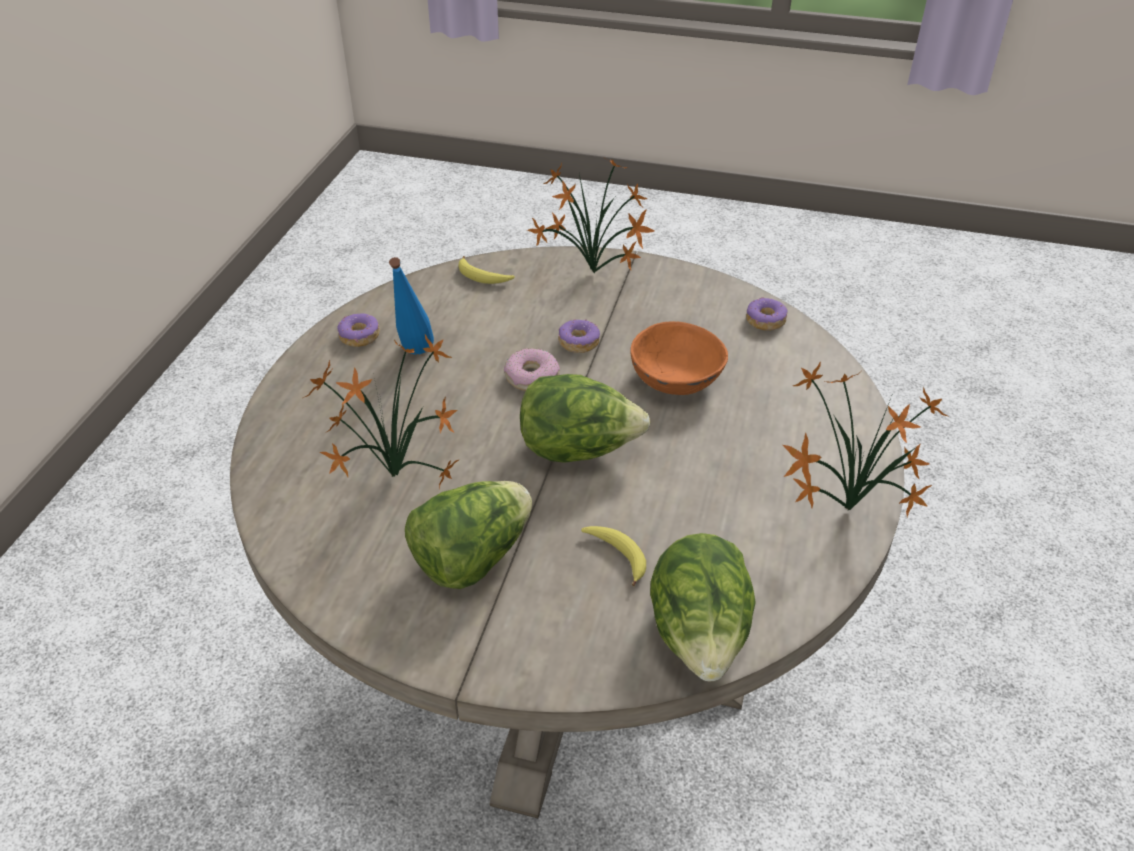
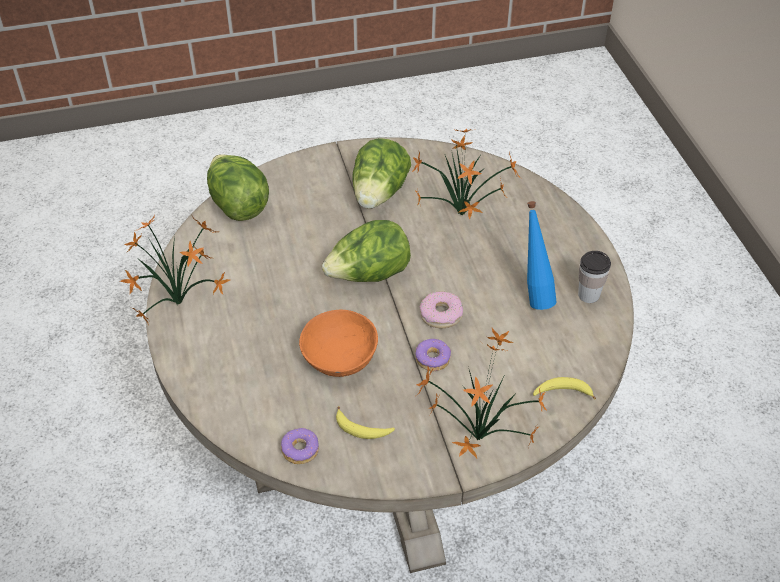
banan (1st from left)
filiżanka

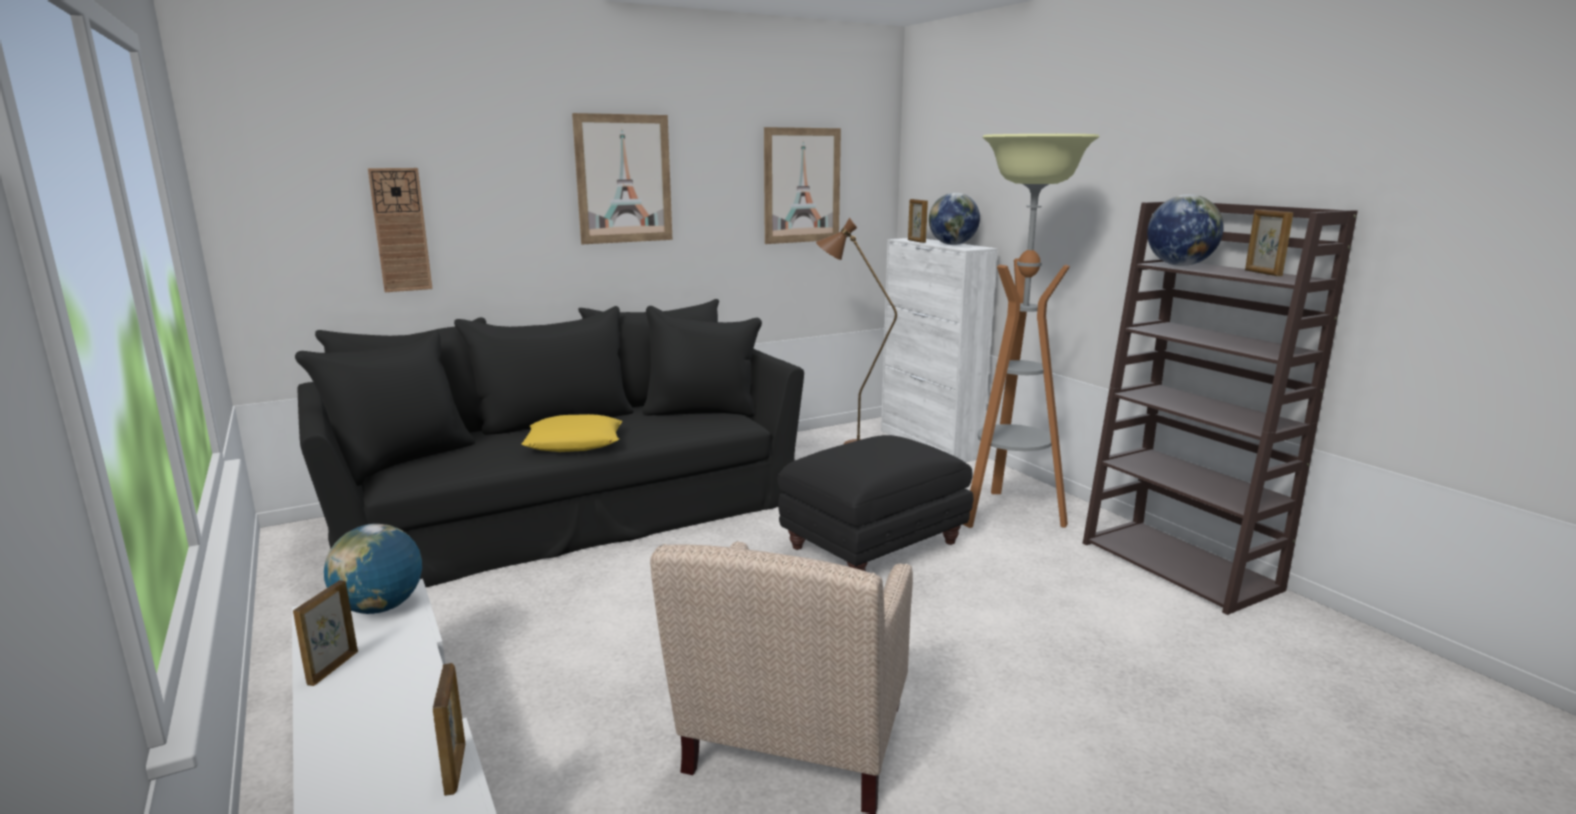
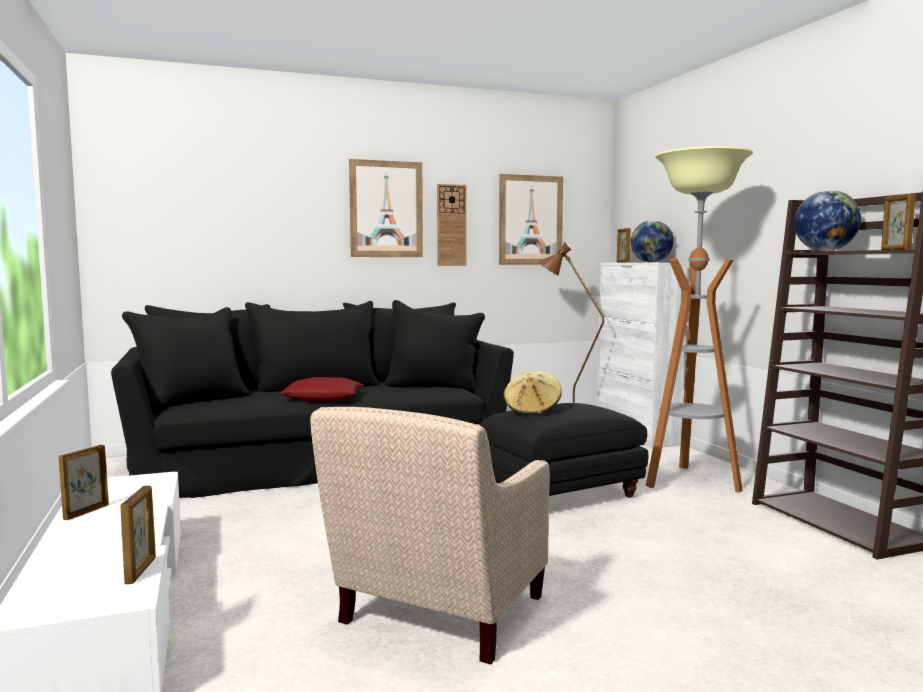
globus (1st from left in the first image)
kapelusz (beżowy)
zegar ścienny
poduszka (czerwony)

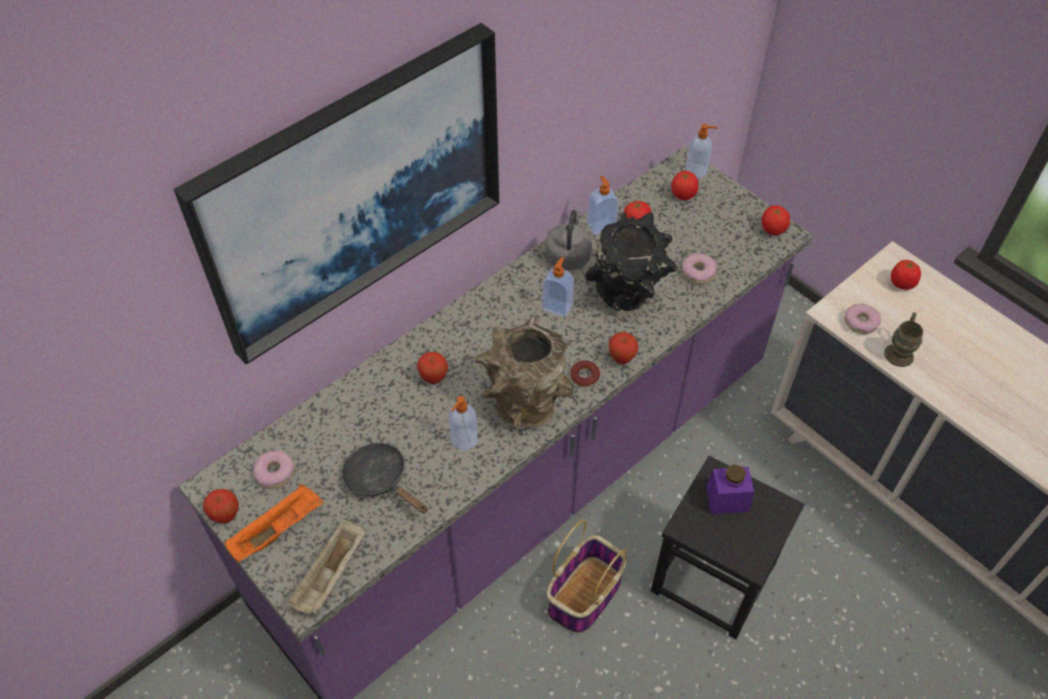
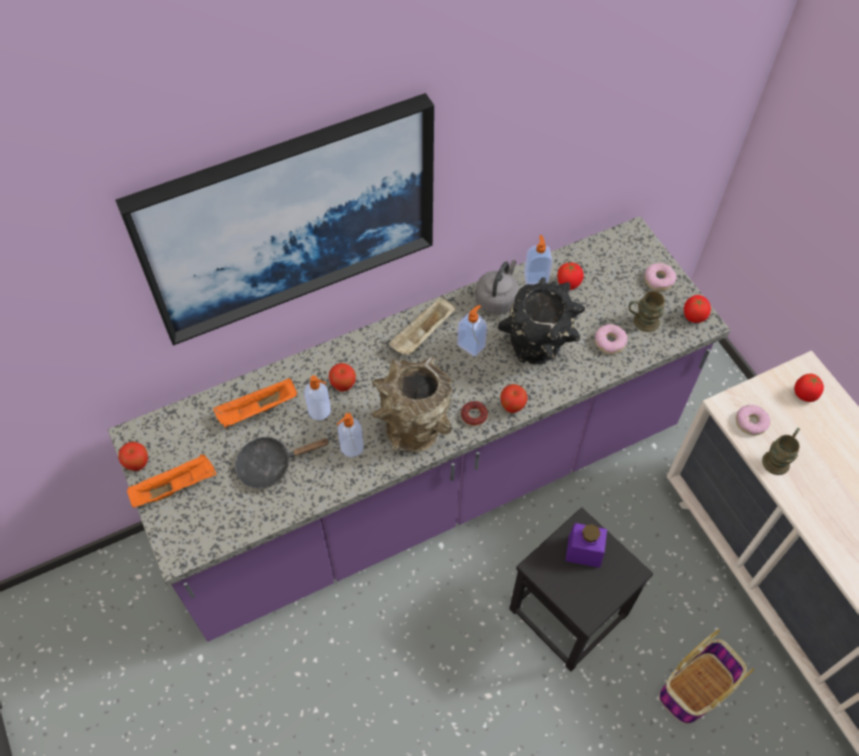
pomidor (2nd from left in the first image)
taca (pomarańczowy) (2nd from left)
kubek (brązowy) (1st from left)
donut (3rd from left)
taca (beżowy)
koszyk
dozownik mydła (1st from left)
patelnia (czarny)

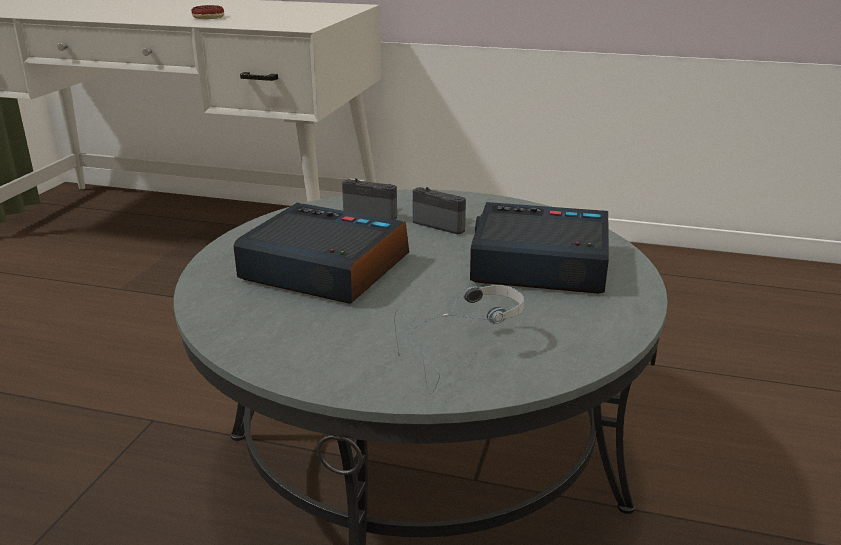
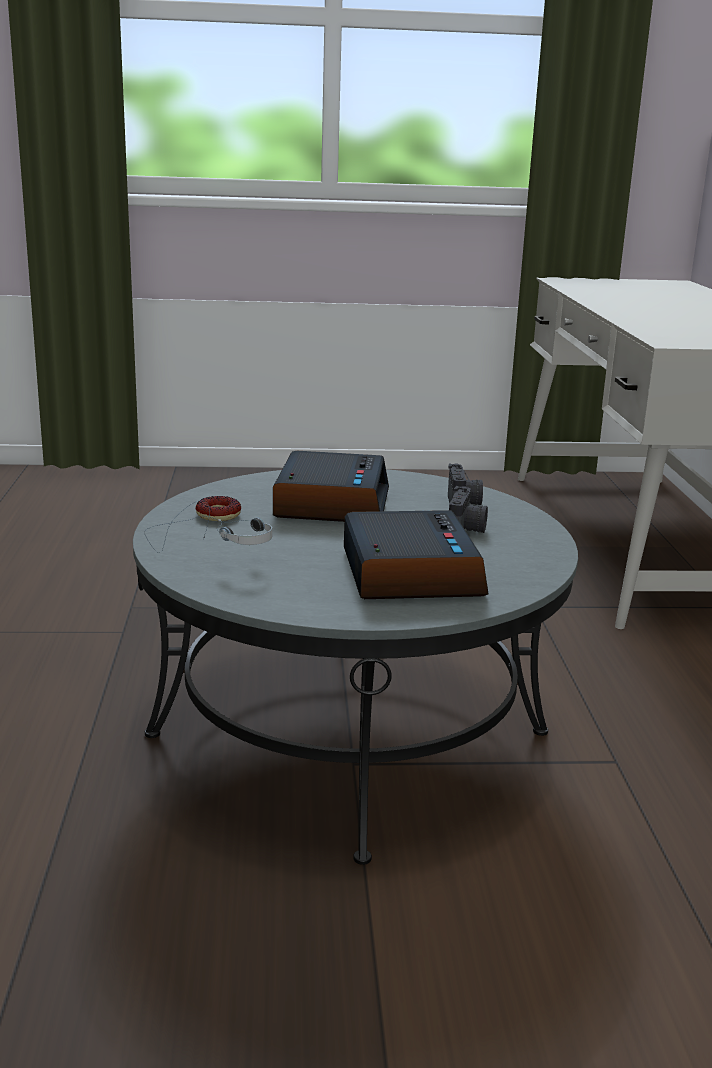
donut

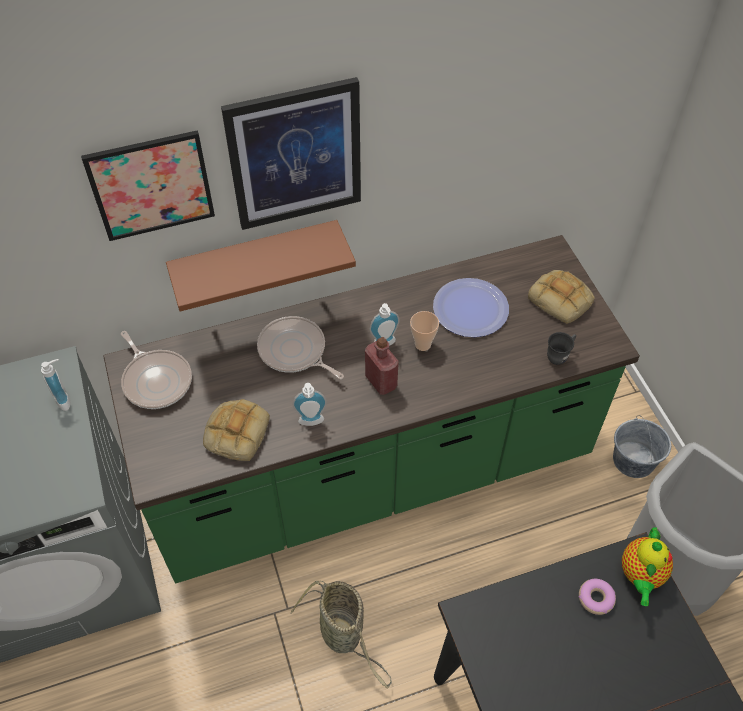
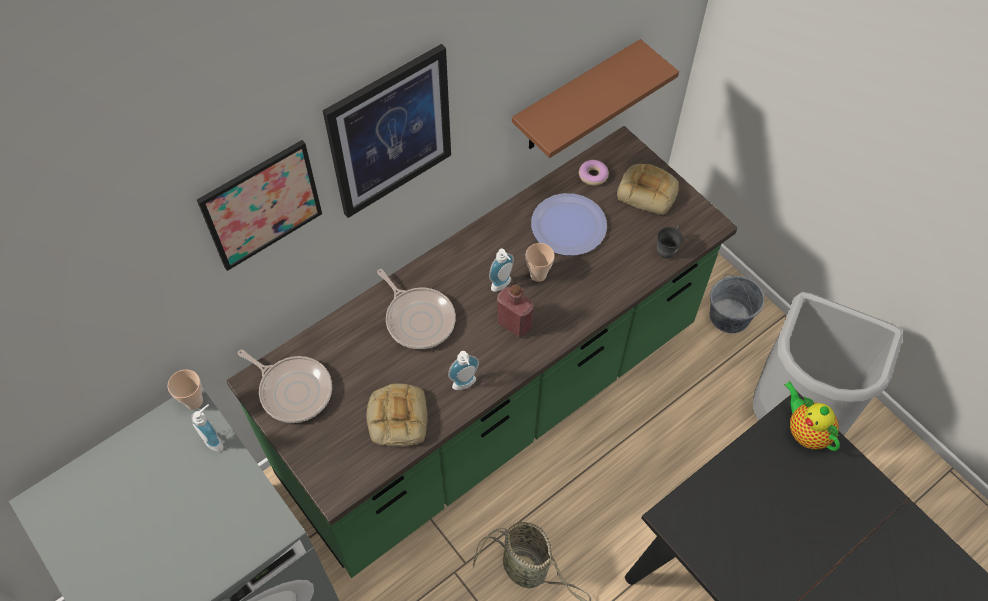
filiżanka (1st from left)
półka (brązowy)
donut
patelnia (2nd from left)
imbryk

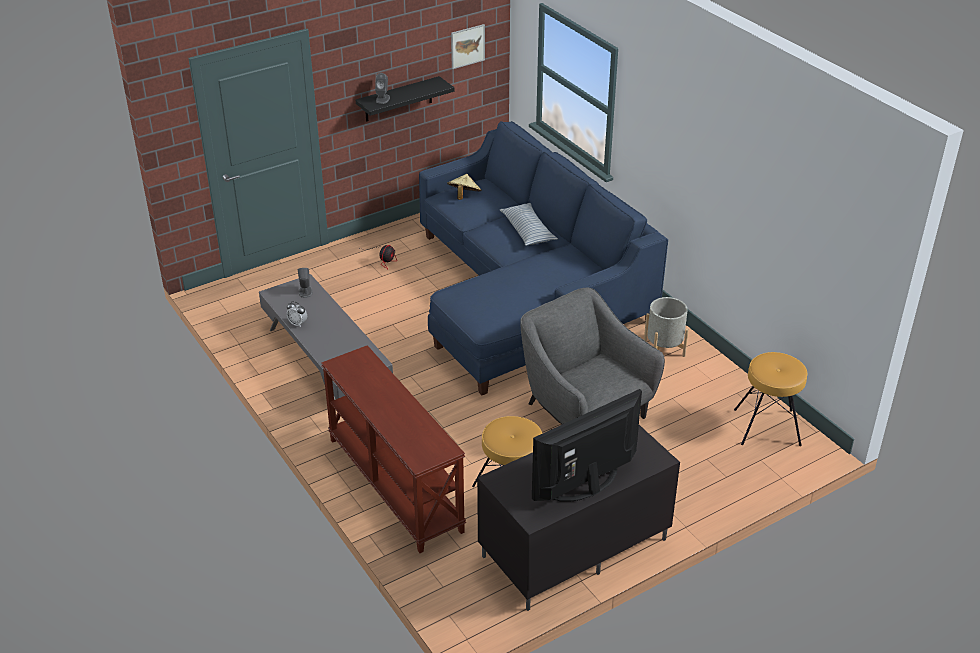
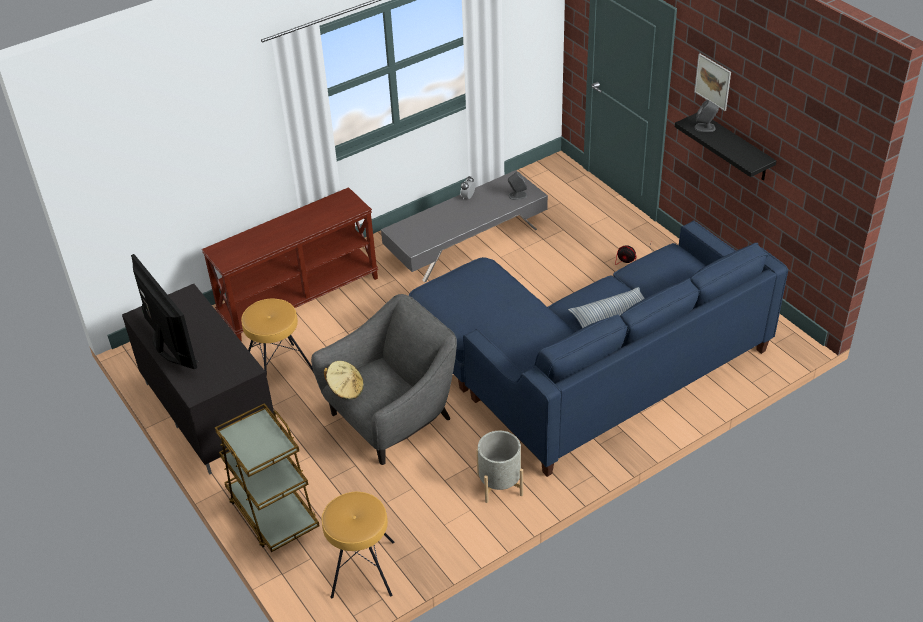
wózek (brązowy)
kapelusz (beżowy)
obraz

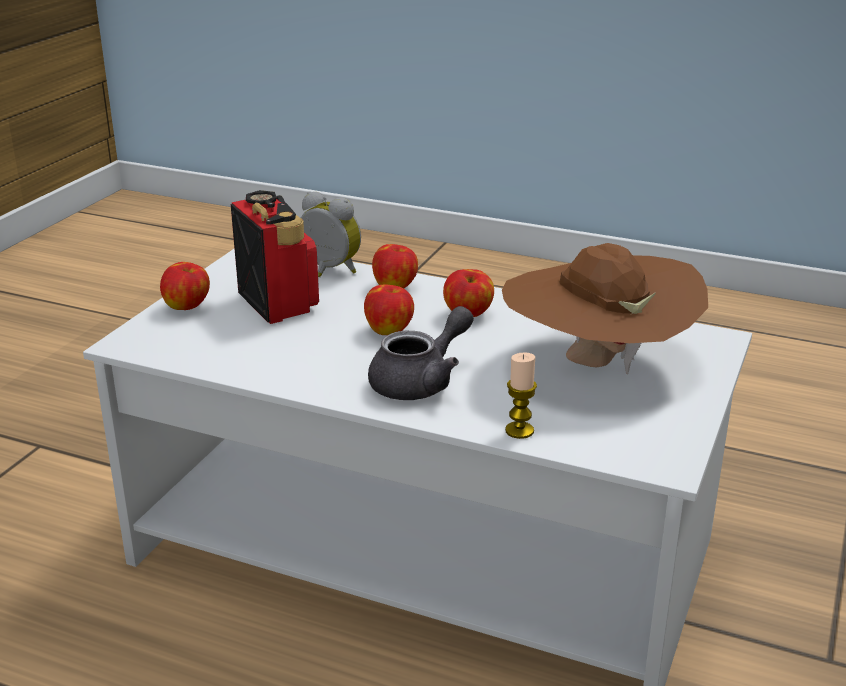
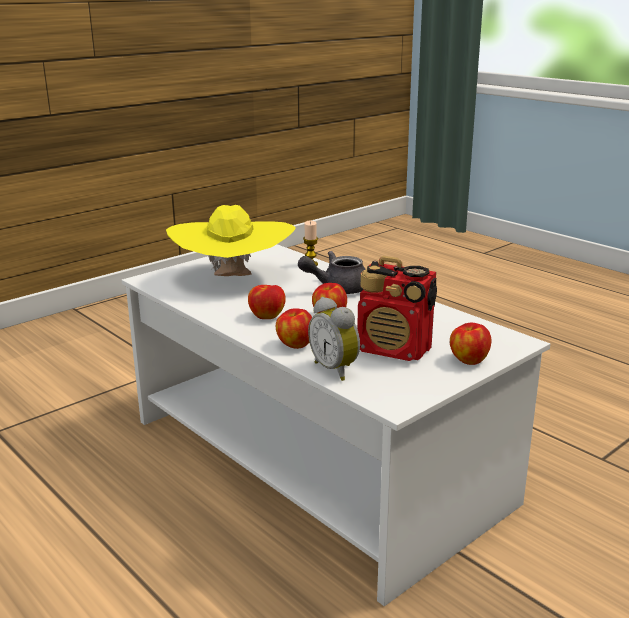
kapelusz (żółty)
radio

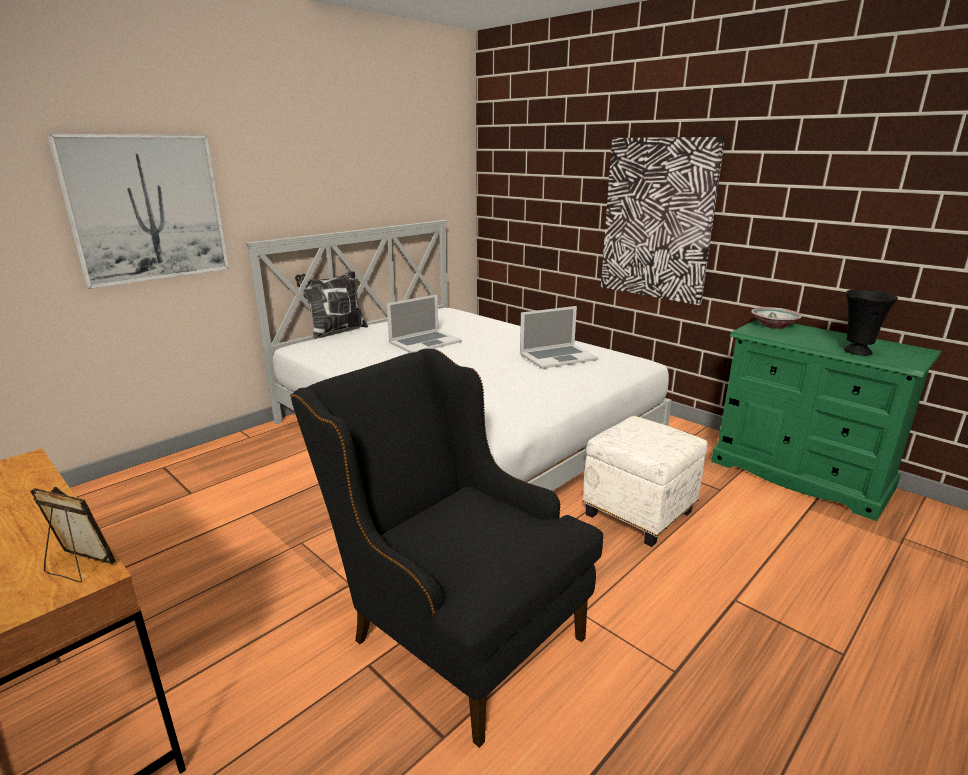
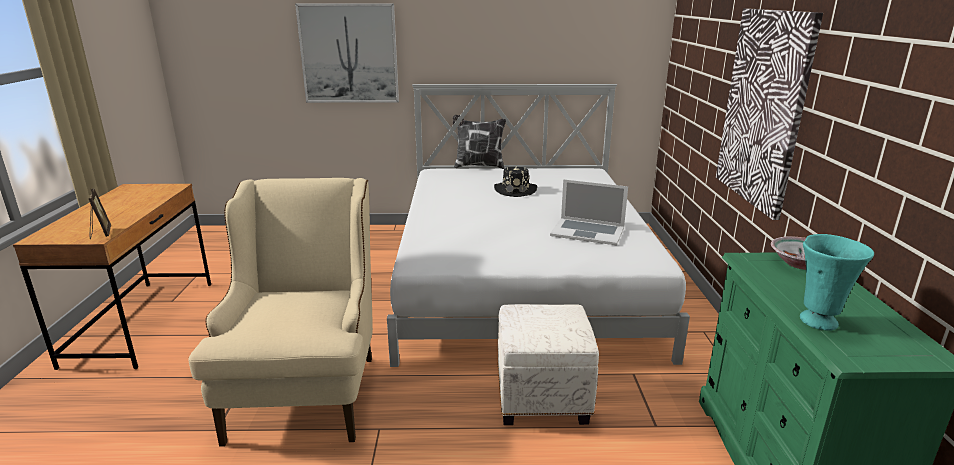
kapelusz (czarny)
fotel (beżowy)
wazon (turkusowy)

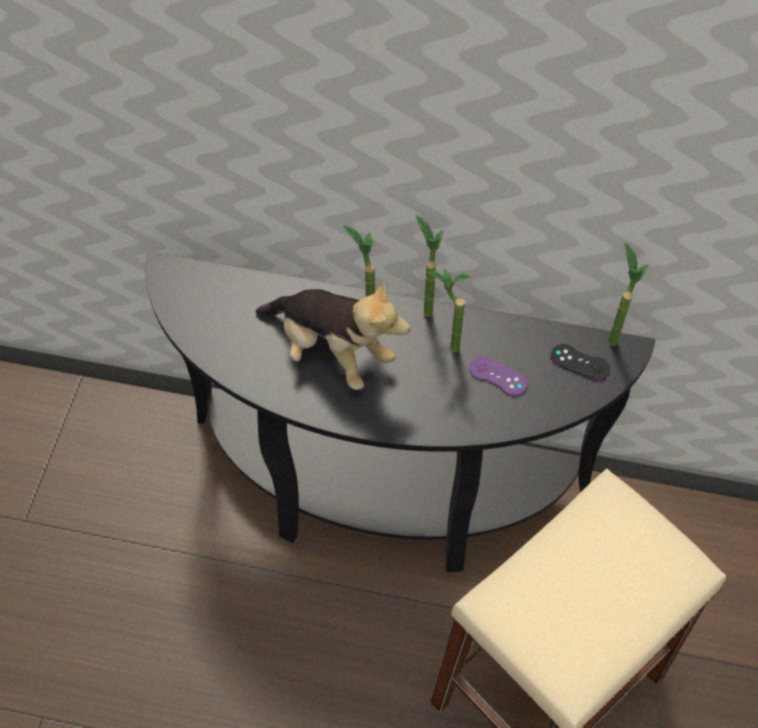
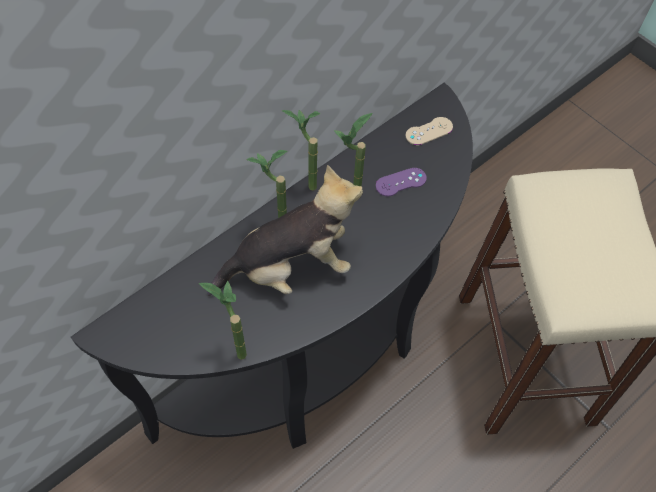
roślina doniczkowa (1st from left)
pad do gier (beżowy)

